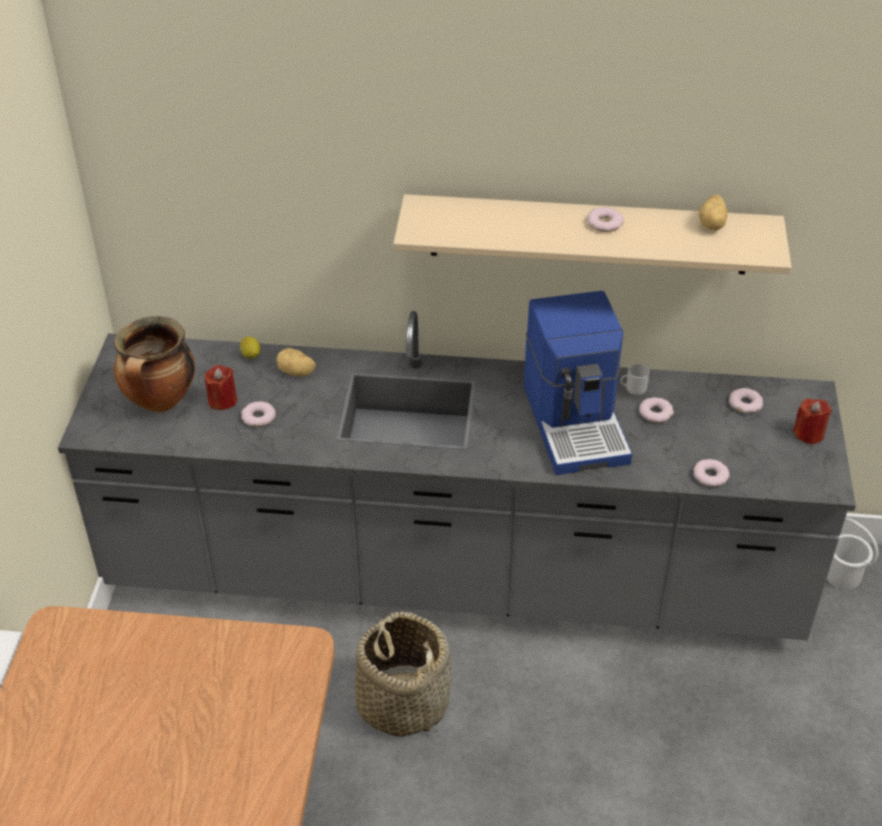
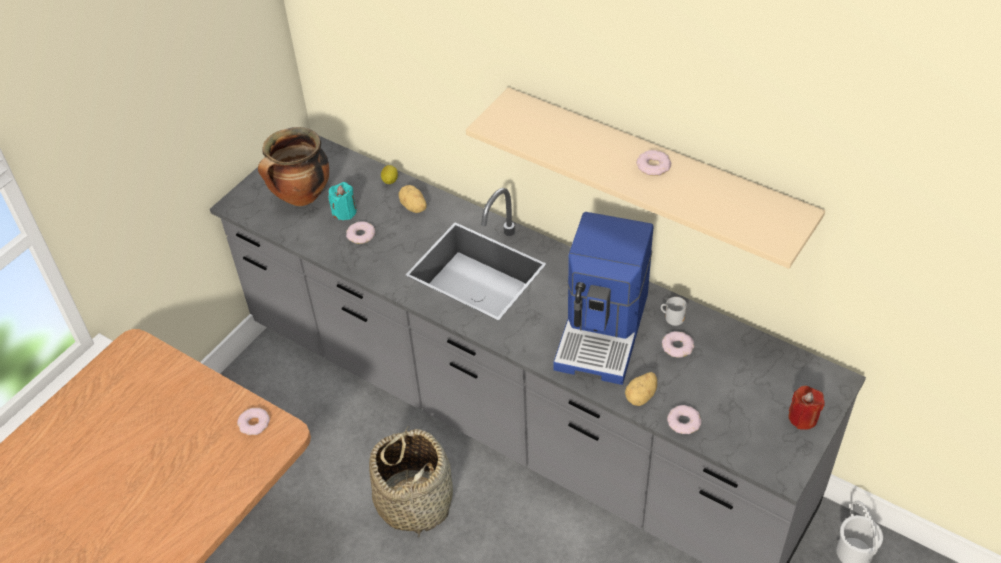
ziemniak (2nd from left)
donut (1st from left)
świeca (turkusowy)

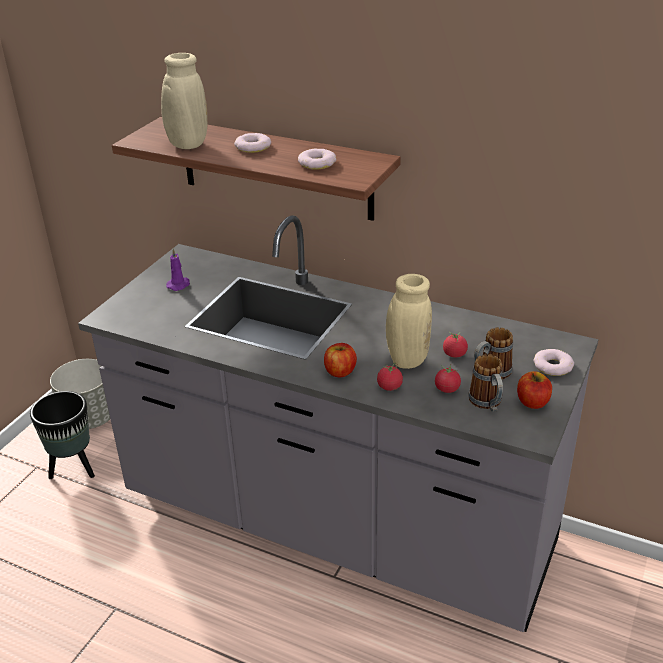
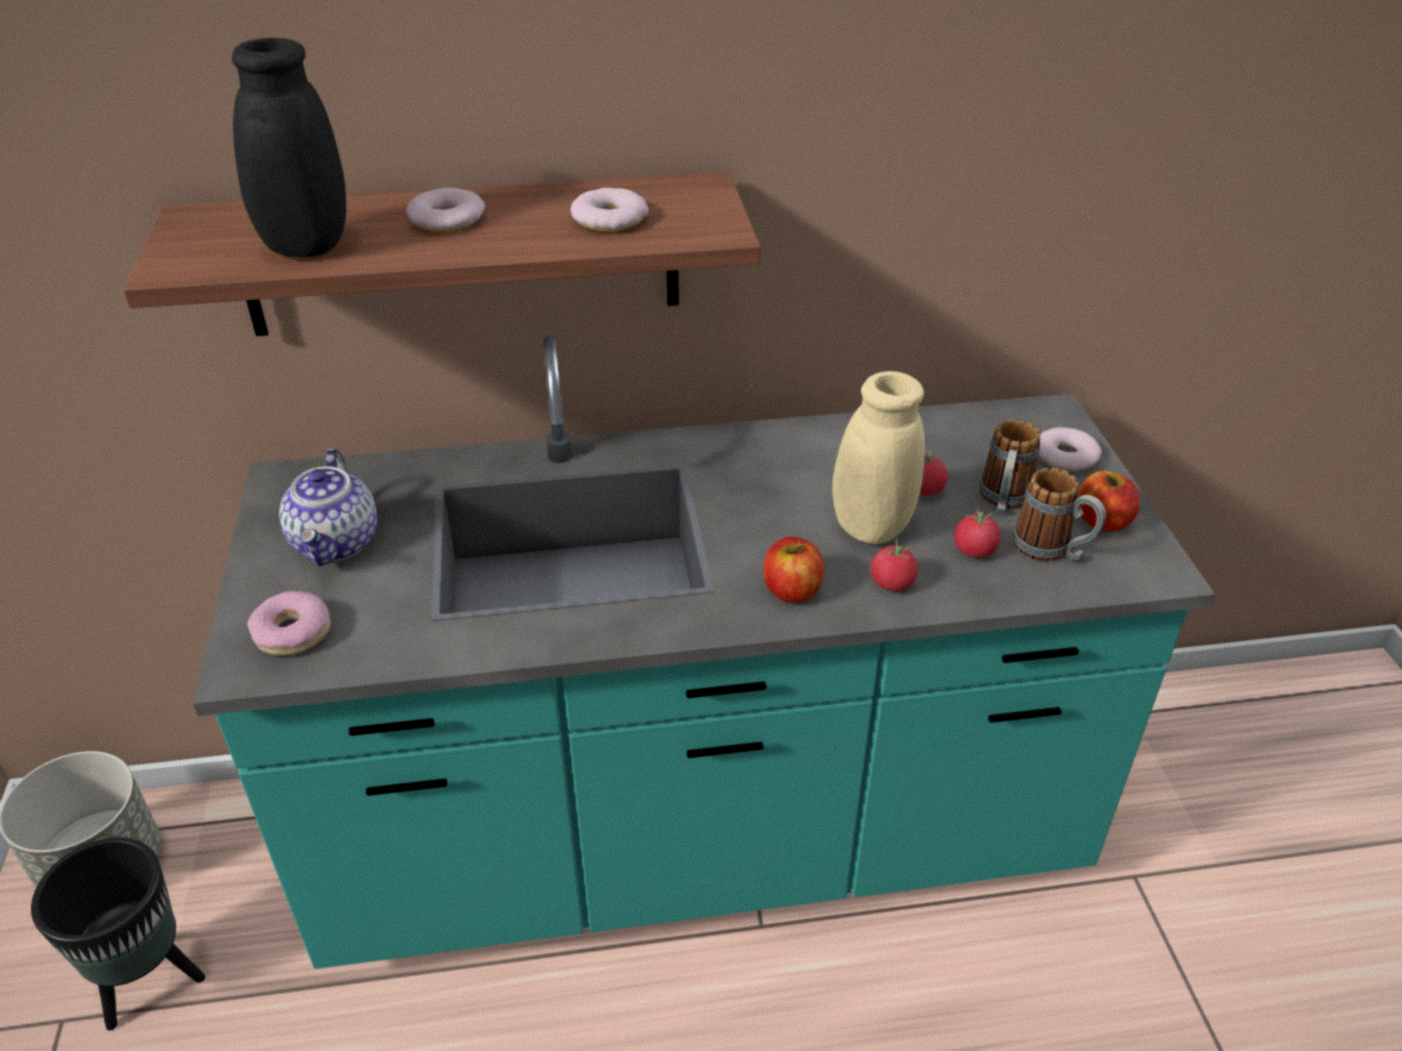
donut (1st from left)
imbryk
zabudowa kuchenna (turkusowy)
wazon (czarny)

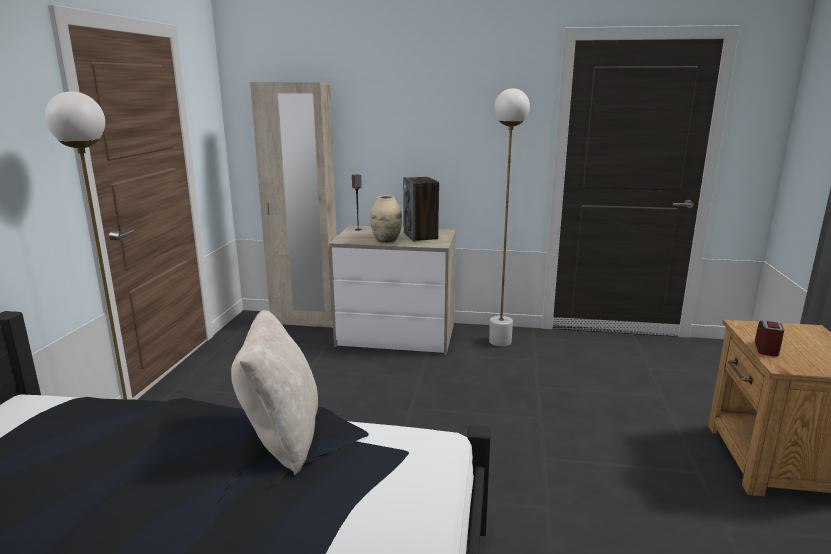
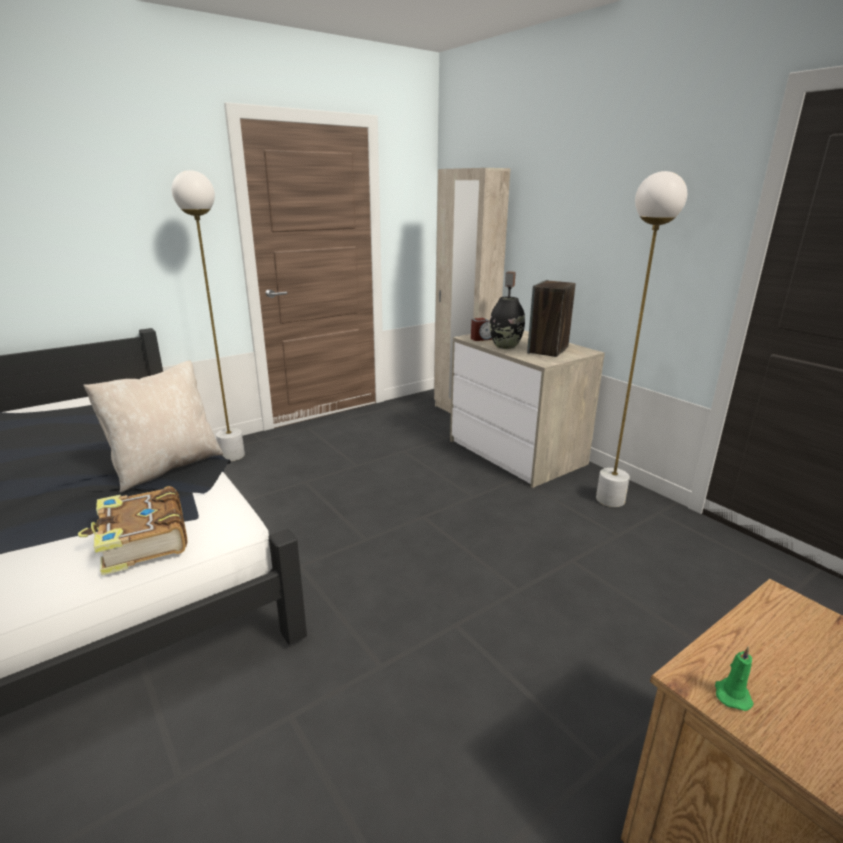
książka
świeca (zielony)
budzik
wazon (czarny)

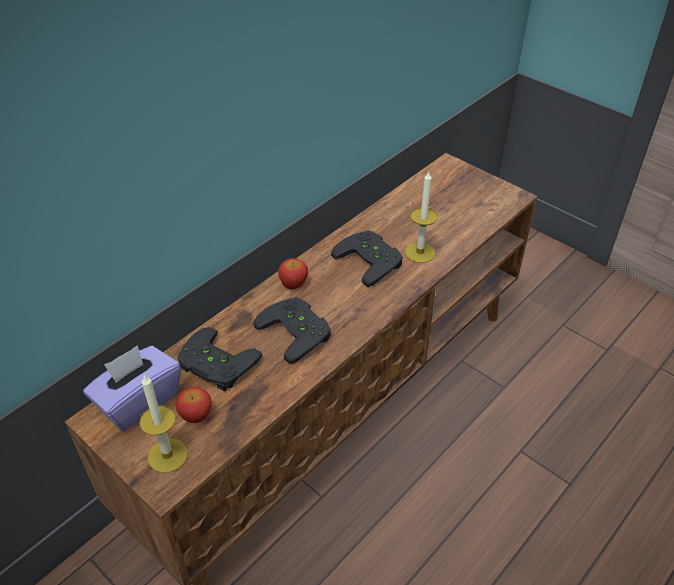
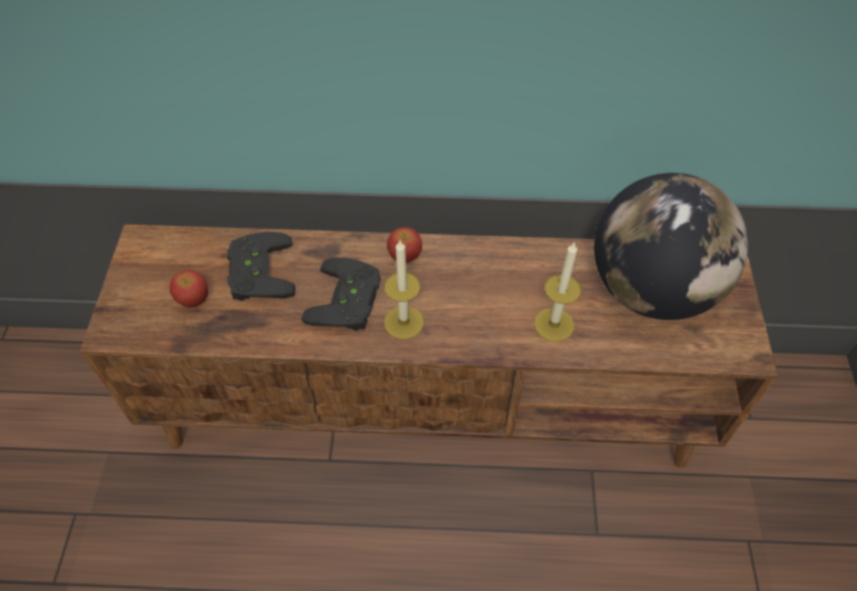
pudełko chusteczek (fioletowy)
pad do gier (czarny) (3rd from left in the first image)
globus
świeca (1st from left)

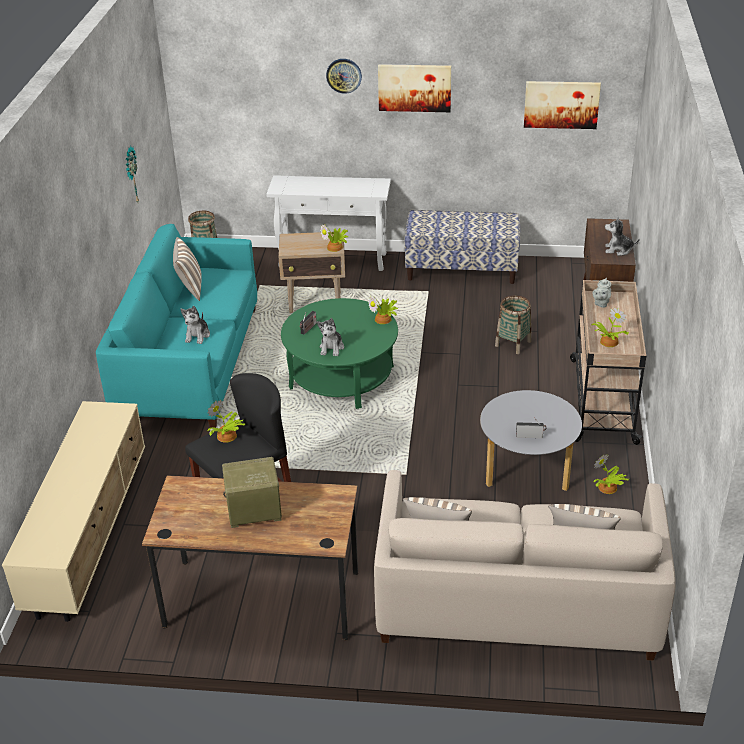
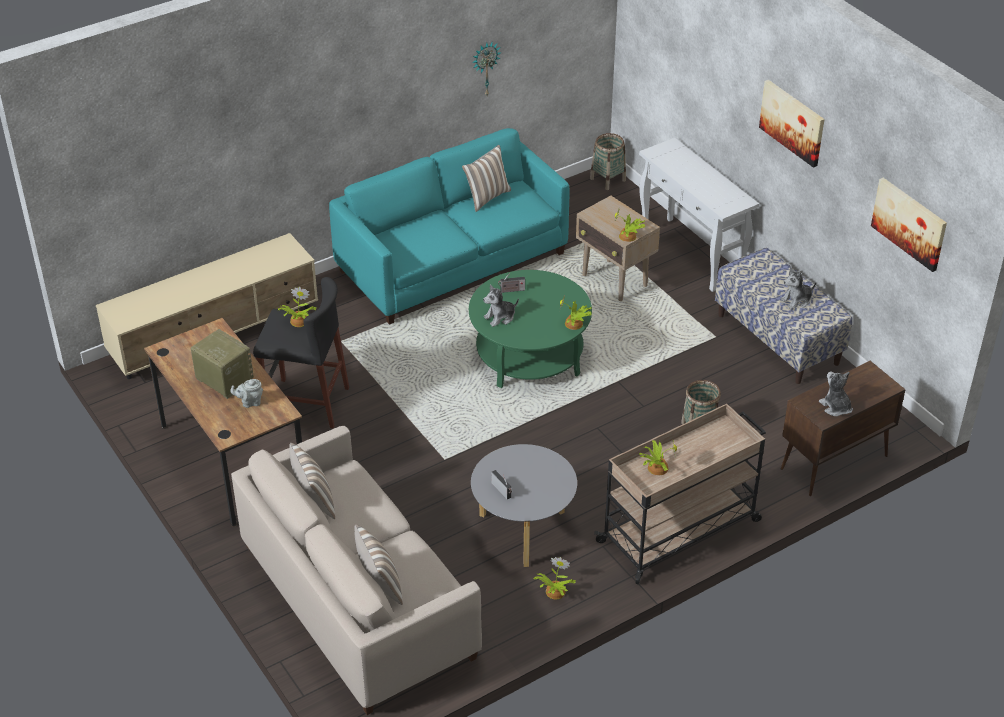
zegar ścienny (2nd from left in the first image)
pluszak (2nd from left)
imbryk (szary)

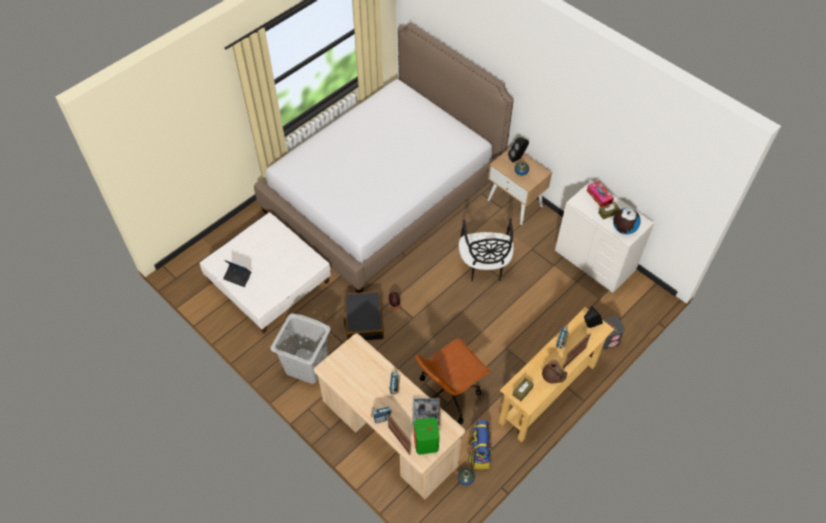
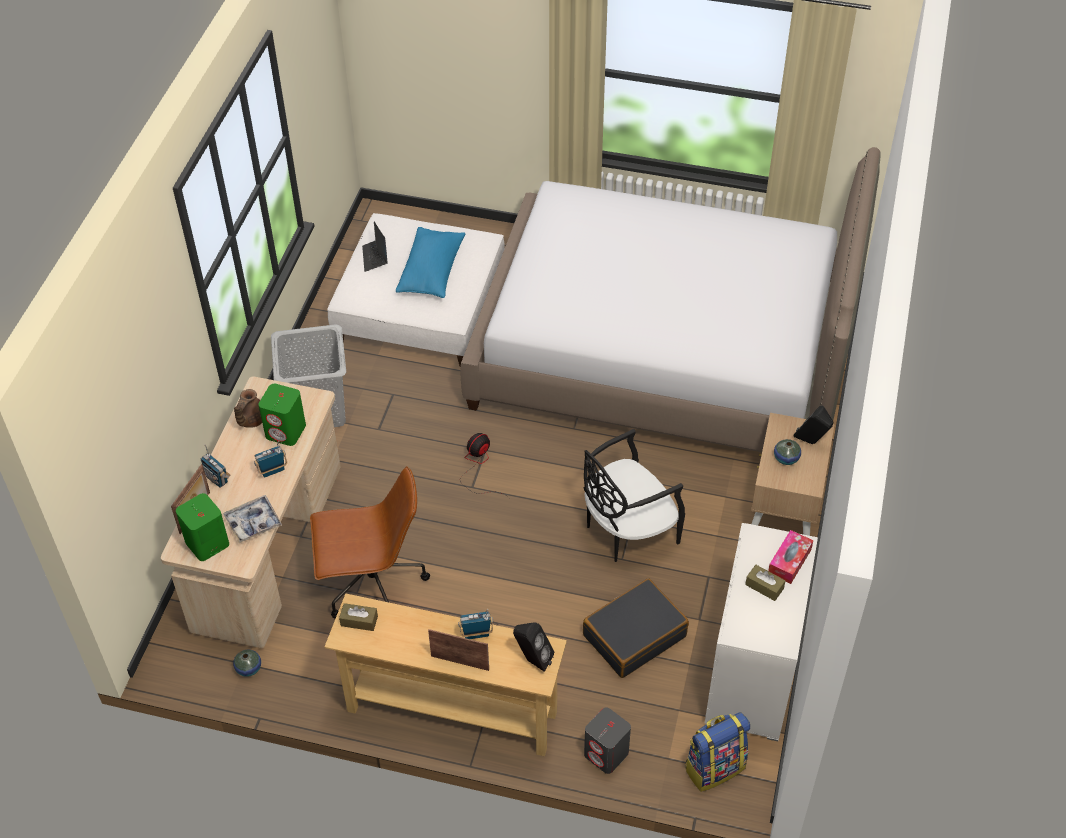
globus
głośnik (zielony) (2nd from left)
poduszka (niebieski)
walizka (czarny)
plecak
imbryk (brązowy)
krzesło biurowe (brązowy)

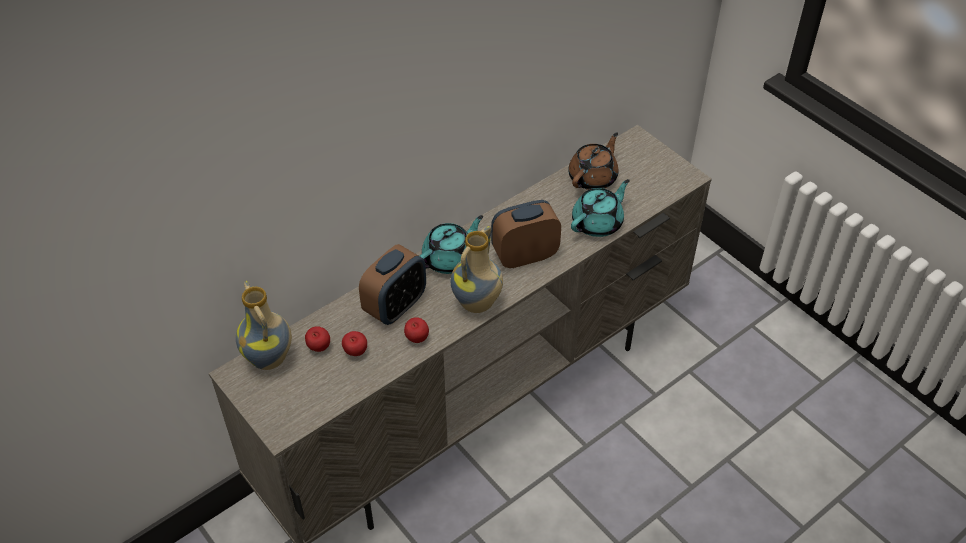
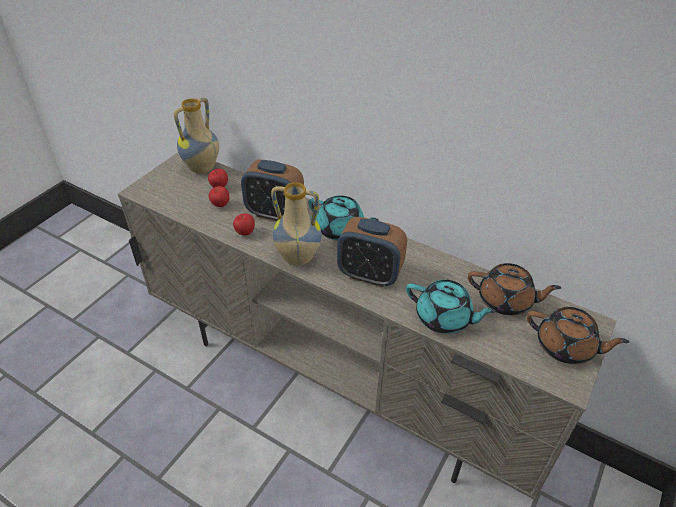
imbryk (brązowy) (2nd from left)
budzik (2nd from left)

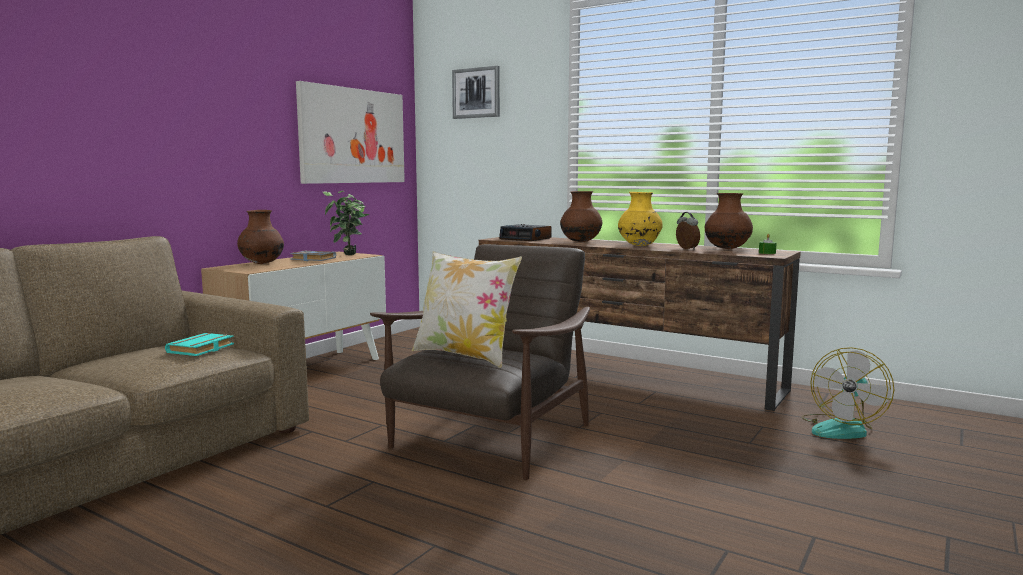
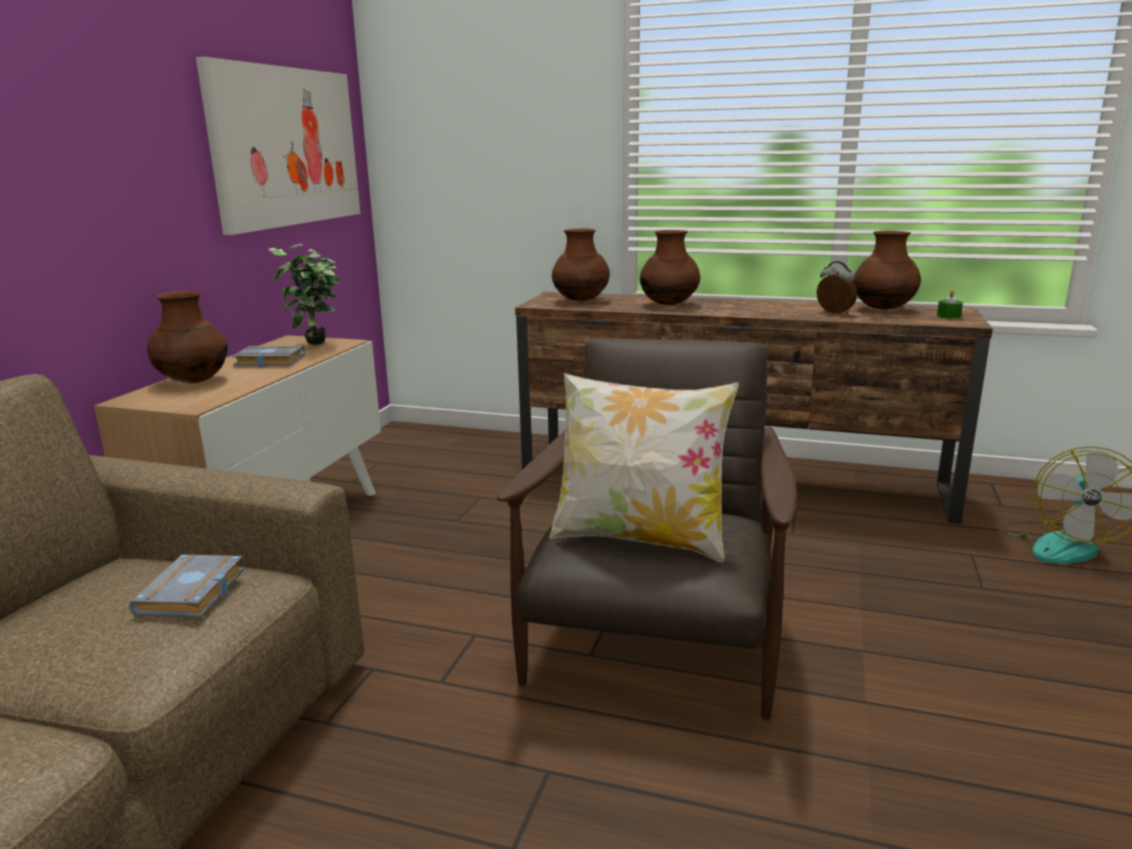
obraz (2nd from left in the first image)
wazon (żółty)
wazon (brązowy) (2nd from left)
książka (szary) (1st from left)

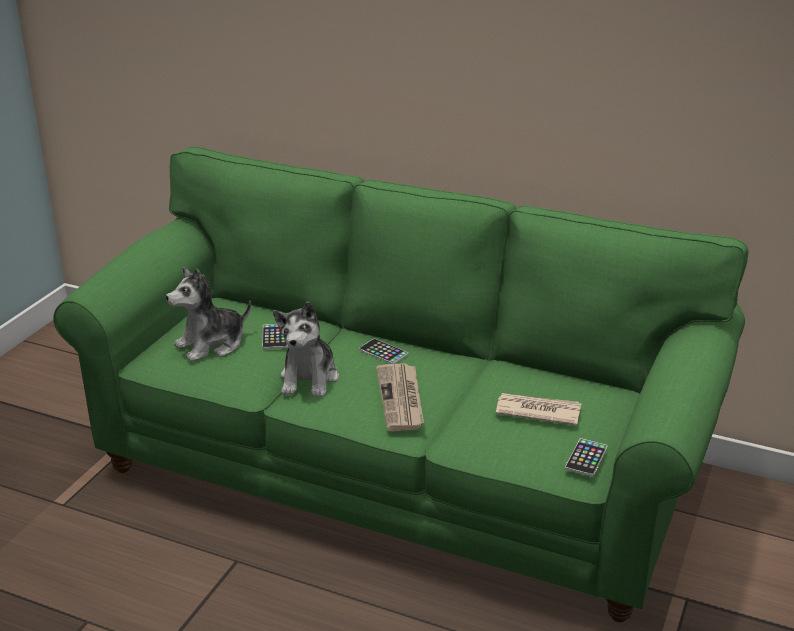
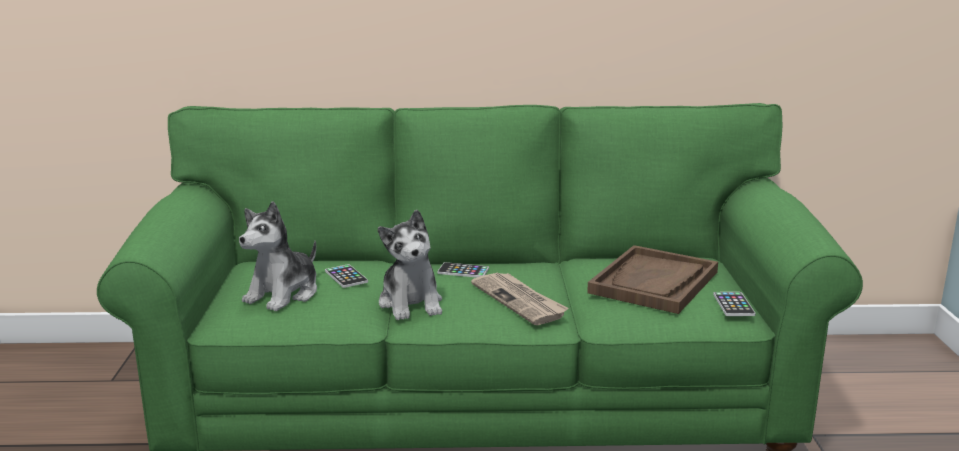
taca (brązowy)

